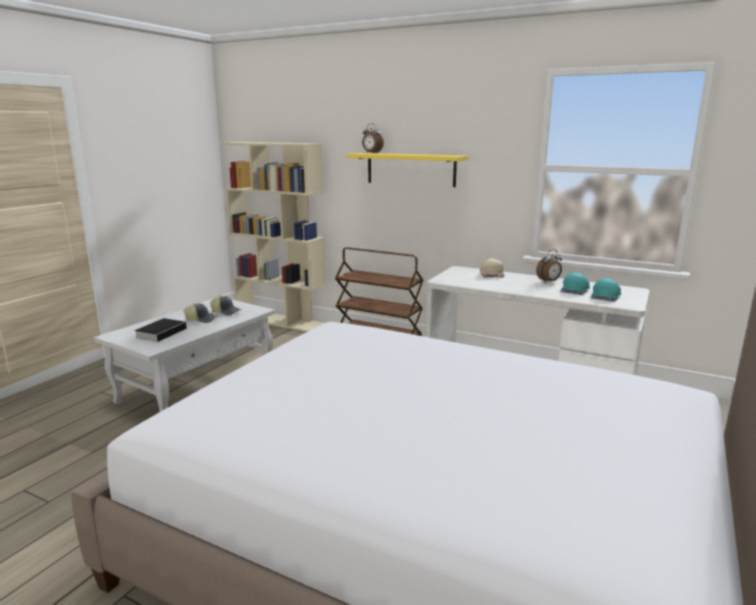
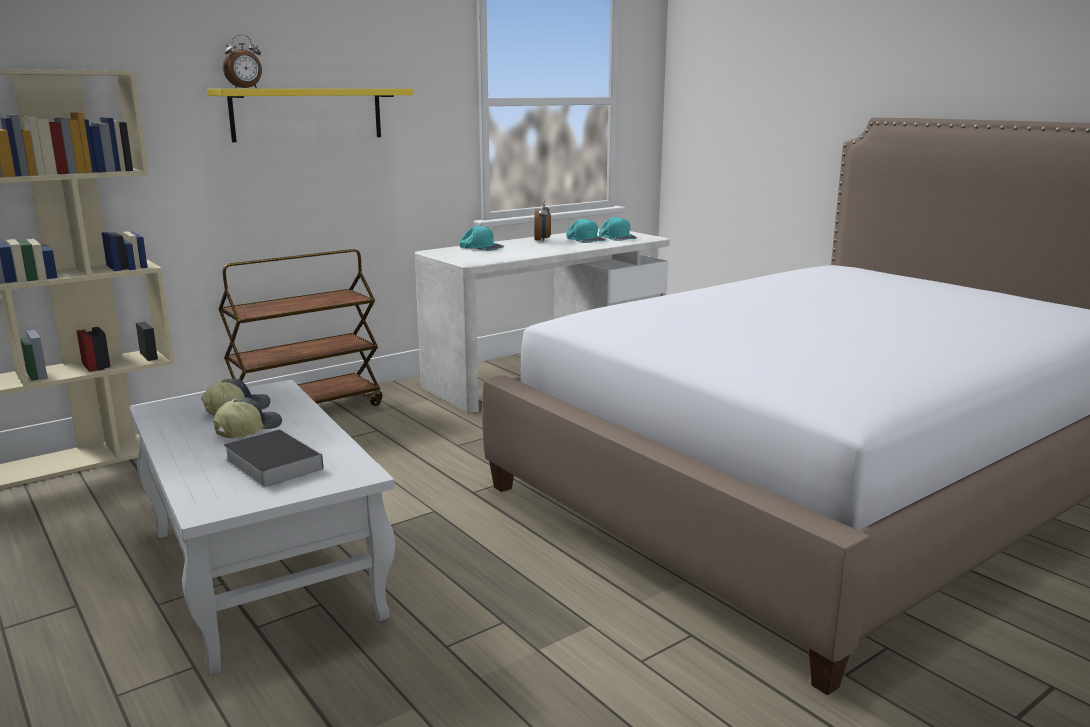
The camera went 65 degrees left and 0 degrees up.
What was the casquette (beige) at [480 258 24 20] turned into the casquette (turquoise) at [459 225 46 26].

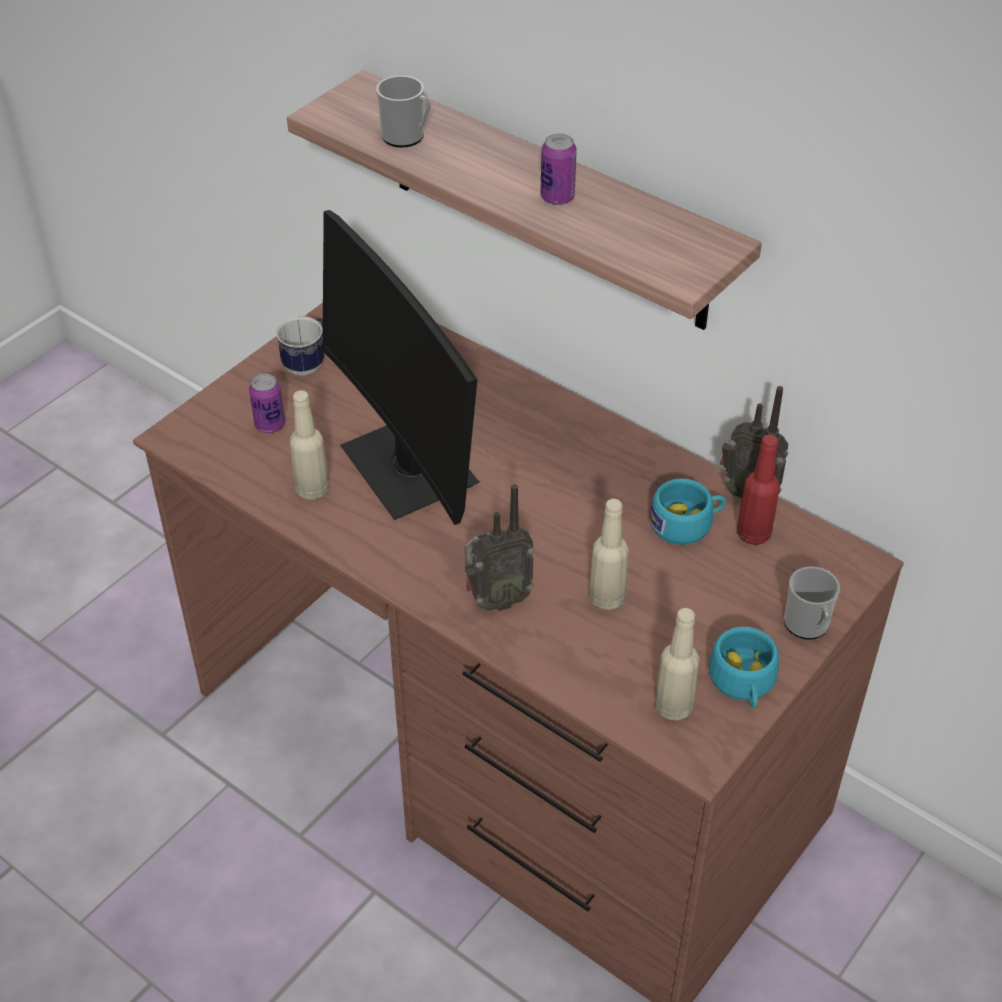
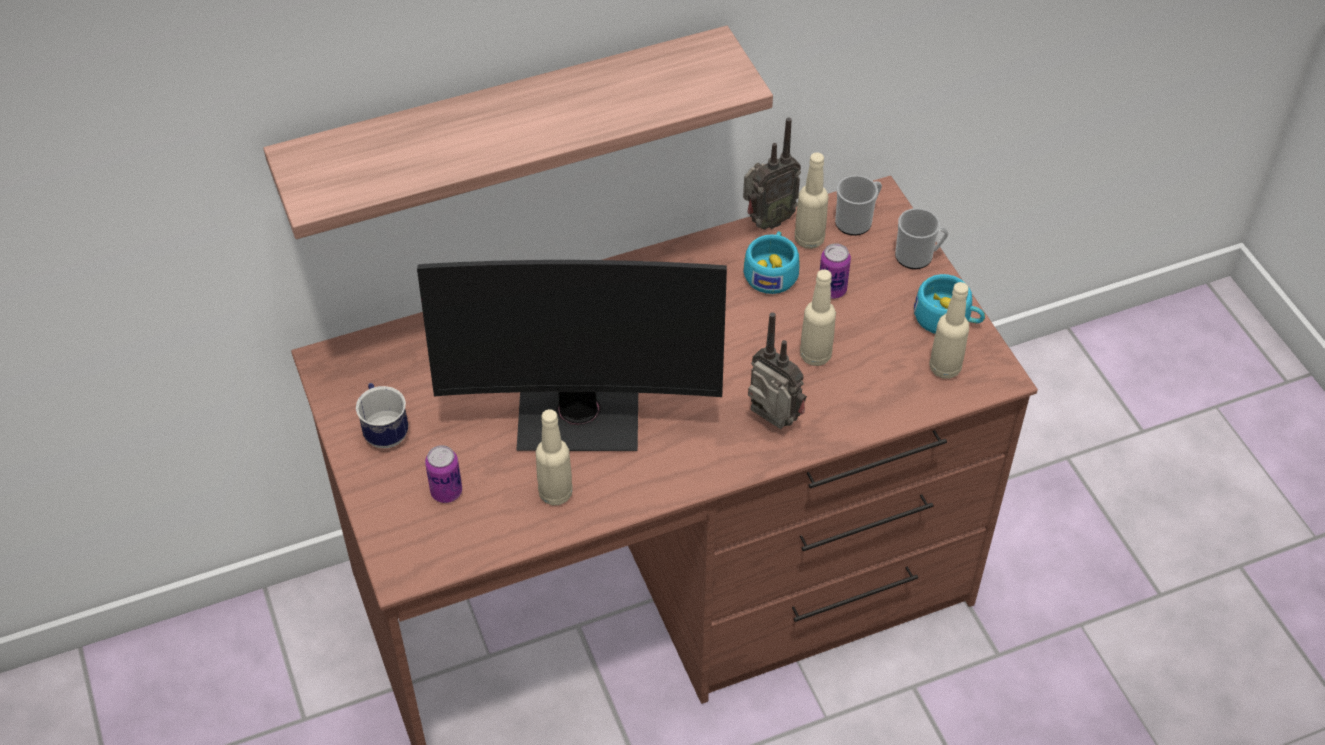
The camera went 60 degrees left and 5 degrees up.
The mug ended up elsewhere, having gone from [376 75 55 73] to [835 175 47 61].
The radio at [465 484 69 127] ended up facing another way, 60 degrees counterclockwise from before.
The boîte métallique ended up elsewhere, having gone from [540 134 37 71] to [820 243 31 56].
What was the bouteille (rouge) at [737 434 43 111] turned into the bouteille (beige) at [795 152 34 97].

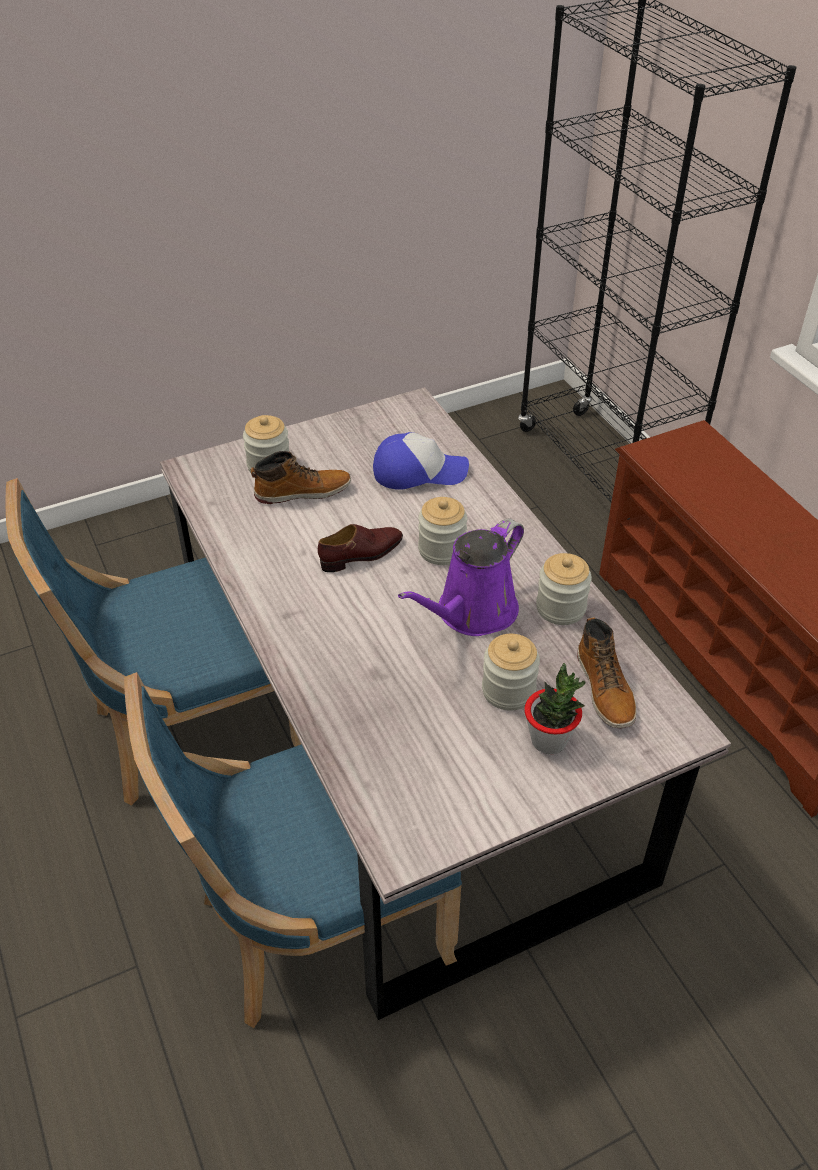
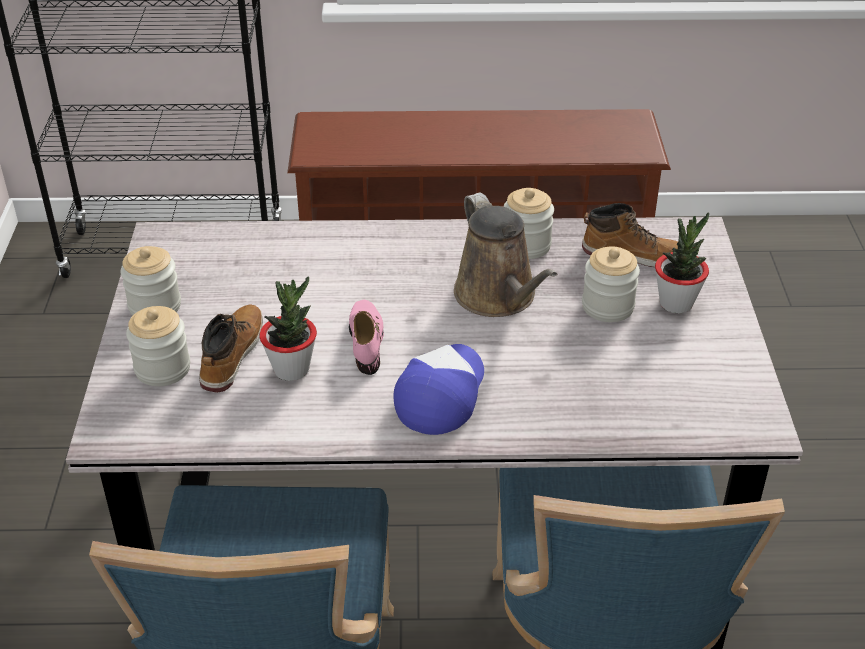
The camera went 65 degrees left and 5 degrees down.
What was the chaussure (marron) at [318 524 85 48] turned into the chaussure (rose) at [349 300 35 75].
The casquette ended up elsewhere, having gone from [373 432 96 58] to [393 344 91 91].
What was the arrosoir (violet) at [398 518 126 118] turned into the arrosoir (marron) at [454 192 103 125].
The bocal ended up elsewhere, having gone from [418 497 49 68] to [120 246 61 70].
The second view gained the plante en pot at [260 277 57 104].

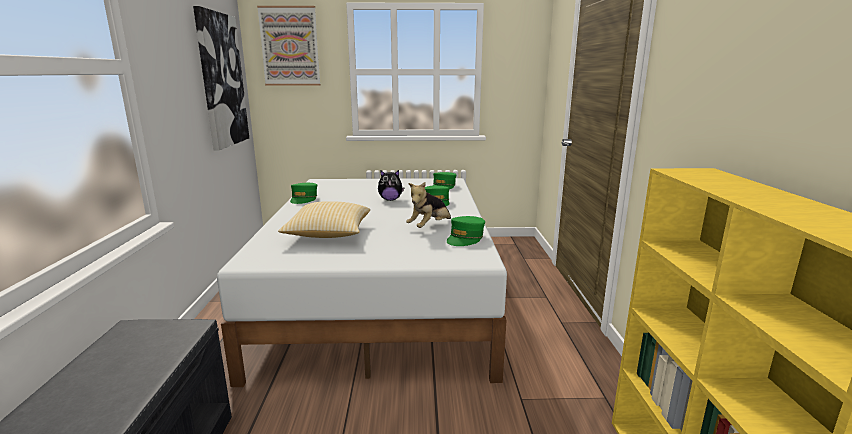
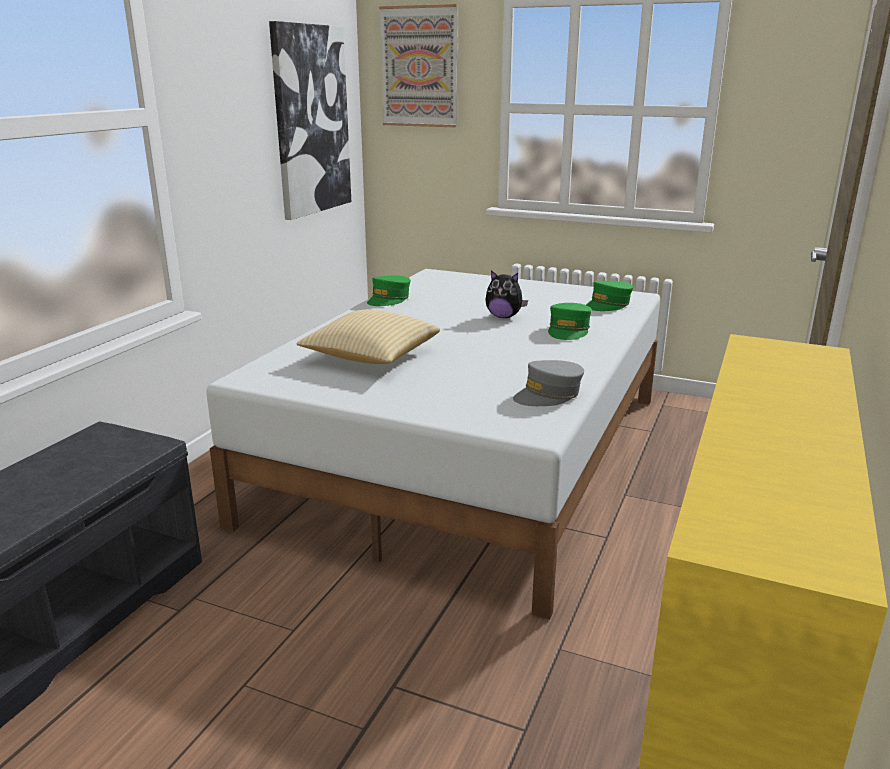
The camera went 25 degrees right and 5 degrees up.
The second view lost the peluche at [406 182 45 46].
What was the casquette (vert) at [447 216 38 30] turned into the casquette (gris) at [513 360 71 46].

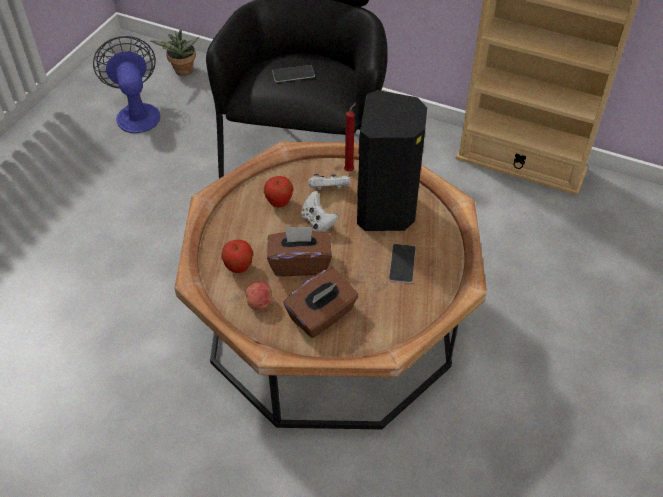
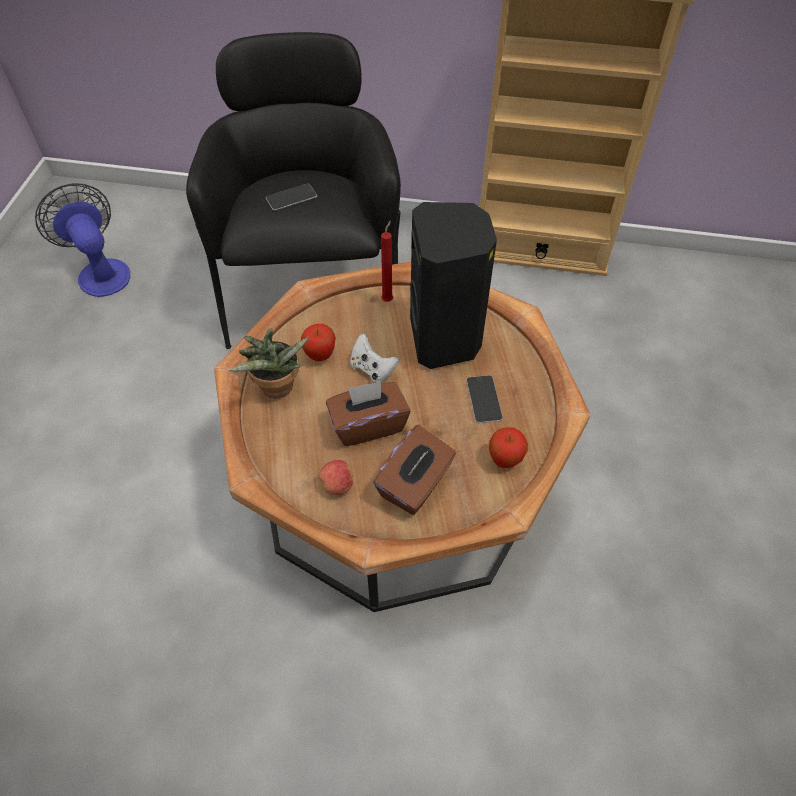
The camera went 15 degrees left and 5 degrees up.
The plante en pot ended up elsewhere, having gone from [151 29 48 47] to [228 328 81 71].
The pomme ended up elsewhere, having gone from [221 240 32 33] to [489 427 39 41].
The second view lost the manette (blanc) at [308 174 43 16].

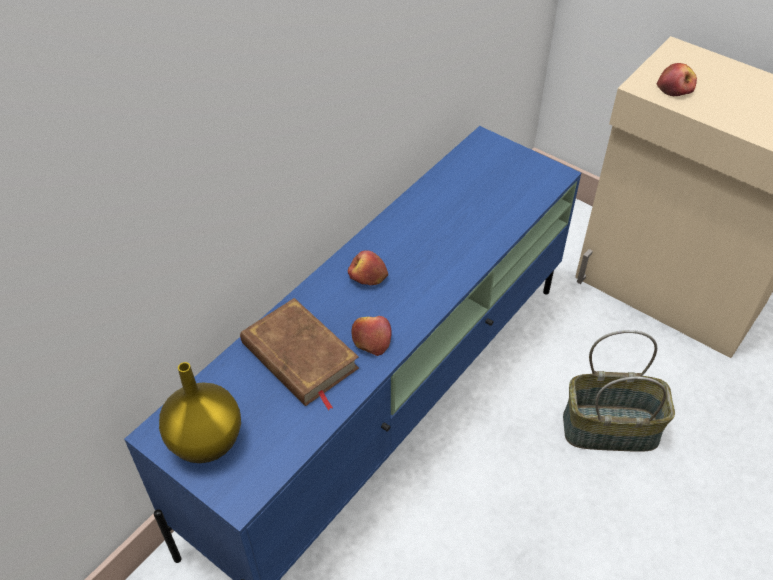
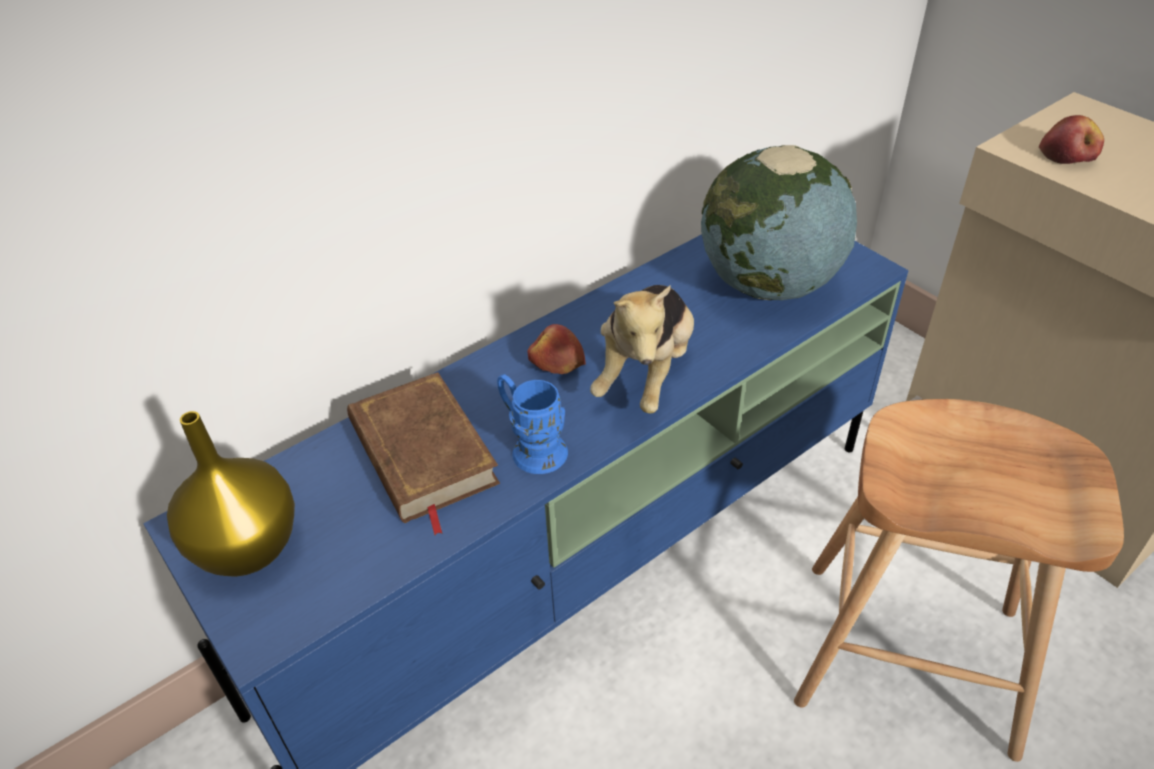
The camera went 15 degrees right and 5 degrees down.
Where the pomme stood at [351 316 41 40], the mug (bleu) came to stand at [497 374 71 100].
Where the panier stood at [563 330 112 122], the tabouret (marron) came to stand at [794 399 330 363].
The second view gained the peluche at [590 285 104 128].
The second view gained the globe at [701 145 156 156].

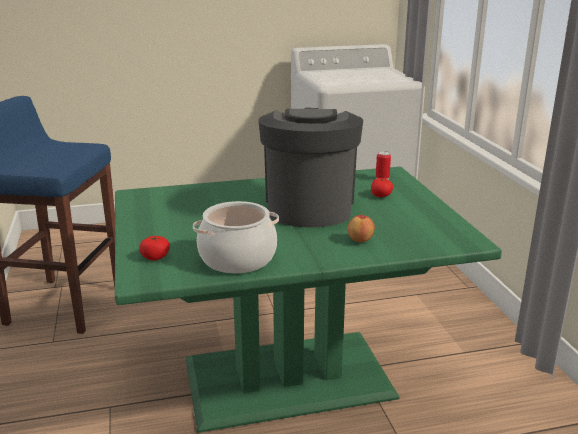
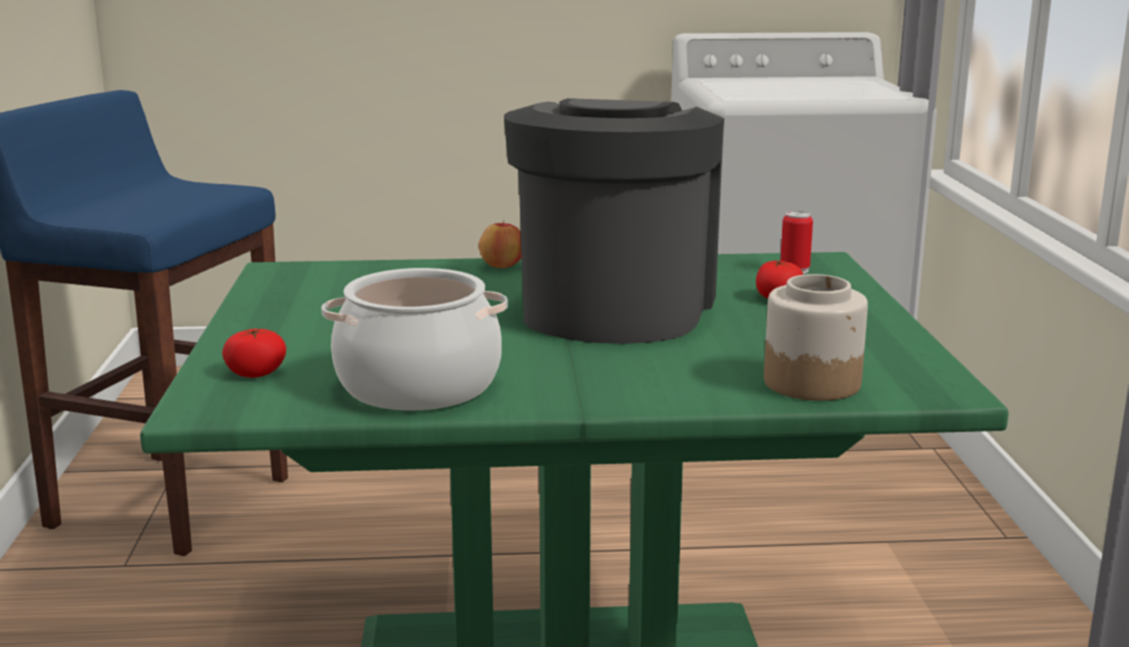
The camera went 10 degrees right and 5 degrees down.
The pomme ended up elsewhere, having gone from [348 214 27 28] to [479 221 43 47].
The second view gained the bocal at [764 274 104 127].

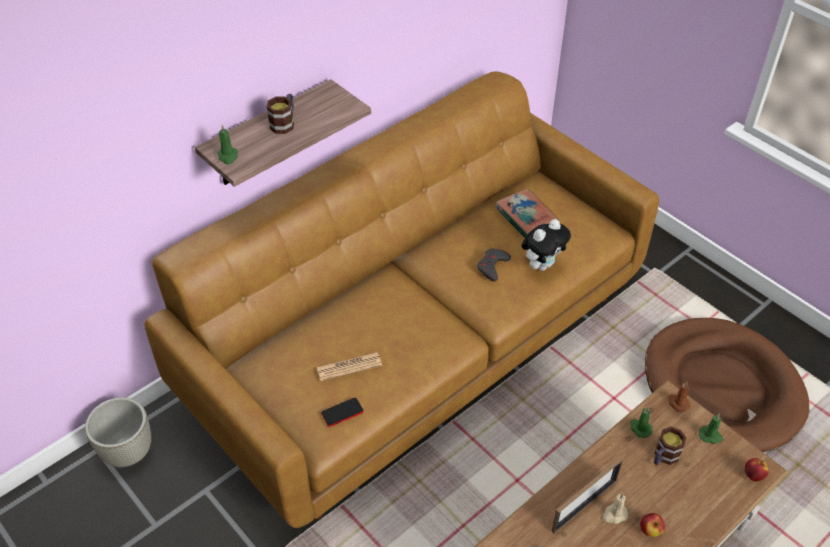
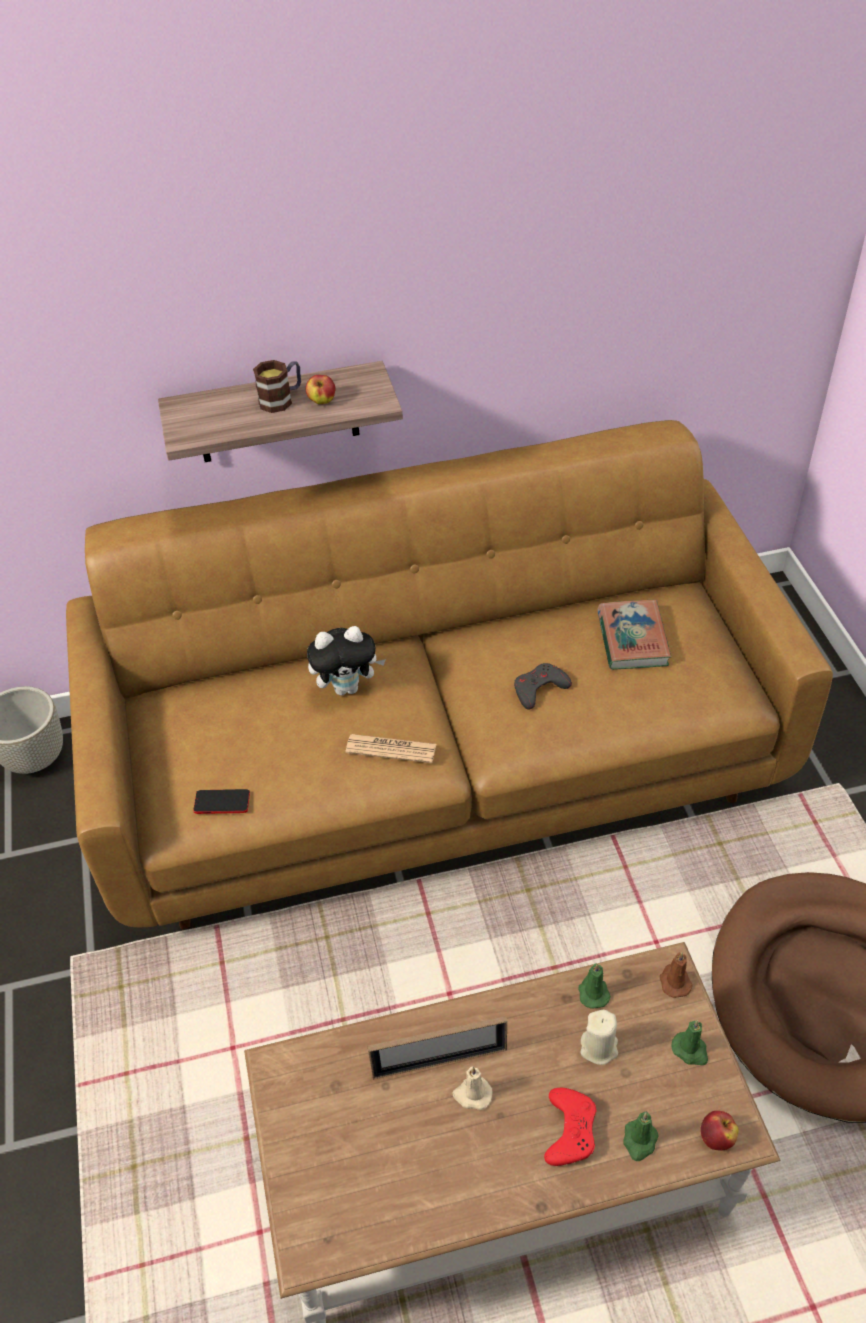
The camera went 30 degrees right and 0 degrees up.
The bougie (vert) ended up elsewhere, having gone from [217 125 21 40] to [623 1112 36 49].
The journal ended up elsewhere, having gone from [317 352 65 29] to [345 734 91 29].
The peluche ended up elsewhere, having gone from [521 219 50 52] to [307 626 79 70].
The pomme ended up elsewhere, having gone from [640 513 25 24] to [306 375 30 29].
Where the mug stood at [654 427 32 38], the bougie (beige) came to stand at [580 1010 38 55].
The second view gained the manette (rouge) at [544 1088 52 78].

